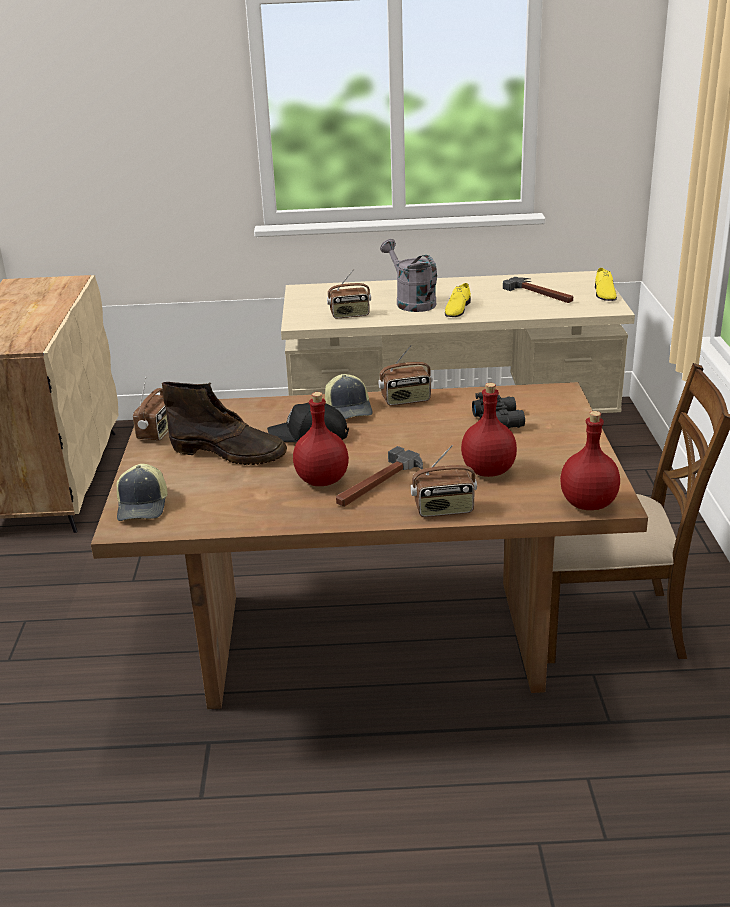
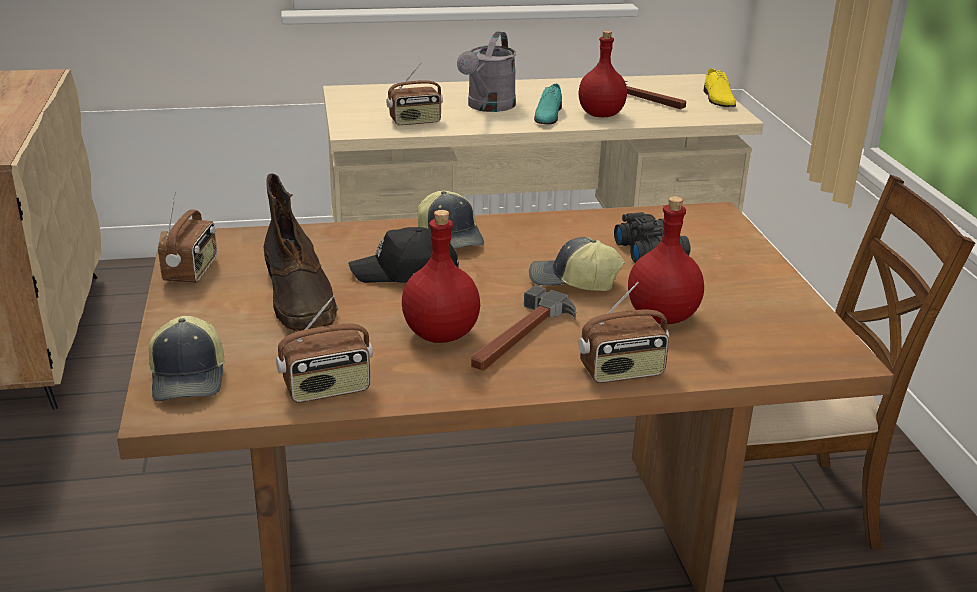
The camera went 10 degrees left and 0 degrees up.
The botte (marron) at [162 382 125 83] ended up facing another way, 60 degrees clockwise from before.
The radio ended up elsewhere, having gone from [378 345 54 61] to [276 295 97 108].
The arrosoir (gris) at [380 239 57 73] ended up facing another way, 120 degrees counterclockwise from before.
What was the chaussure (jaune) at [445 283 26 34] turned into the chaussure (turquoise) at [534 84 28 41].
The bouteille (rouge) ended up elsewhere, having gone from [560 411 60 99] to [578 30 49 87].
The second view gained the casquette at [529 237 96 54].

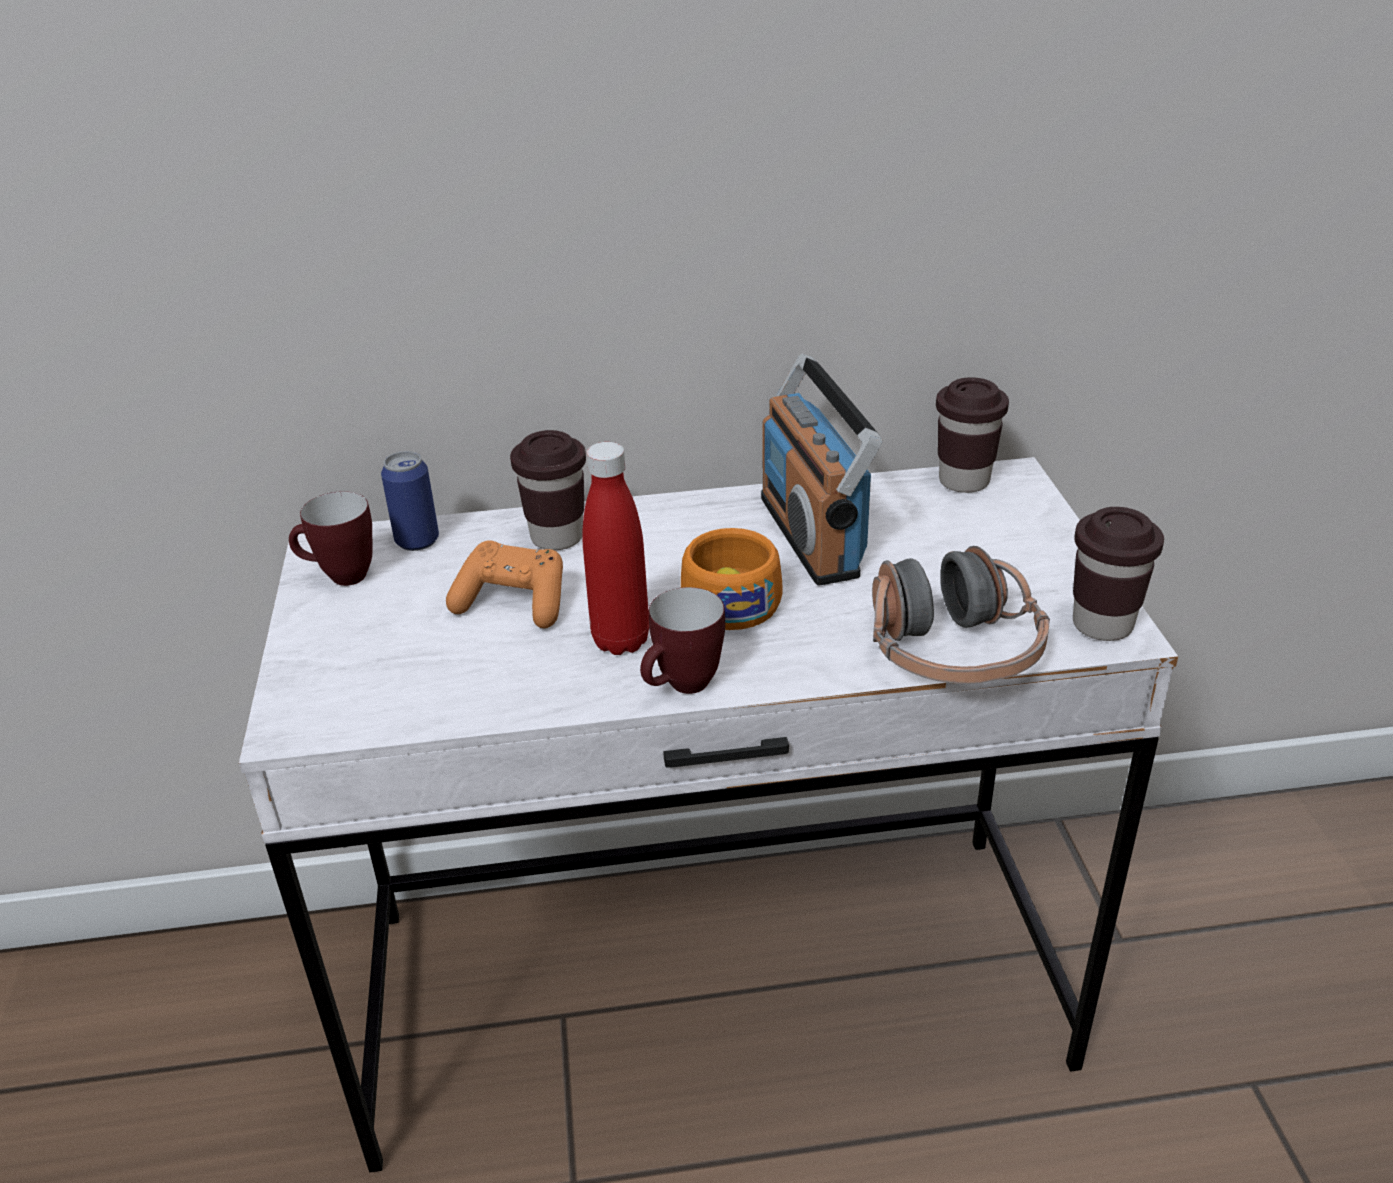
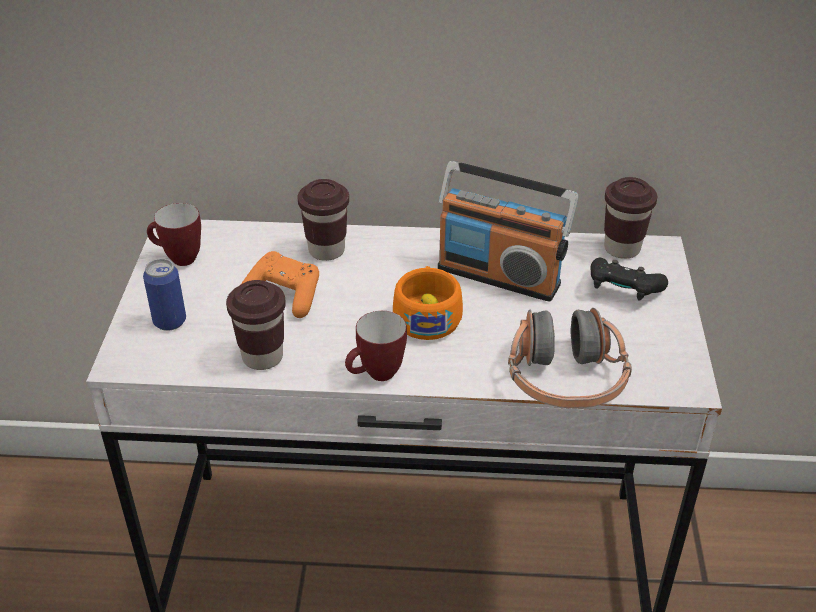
The camera went 10 degrees right and 5 degrees up.
The boîte métallique ended up elsewhere, having gone from [381 451 58 100] to [143 258 43 73].
The second view lost the bouteille (rouge) at [582 442 67 213].
The radio at [761 353 121 232] ended up facing another way, 60 degrees counterclockwise from before.
The tasse (marron) ended up elsewhere, having gone from [1073 507 91 134] to [226 280 60 90].
The second view gained the manette (noir) at [591 258 77 43].

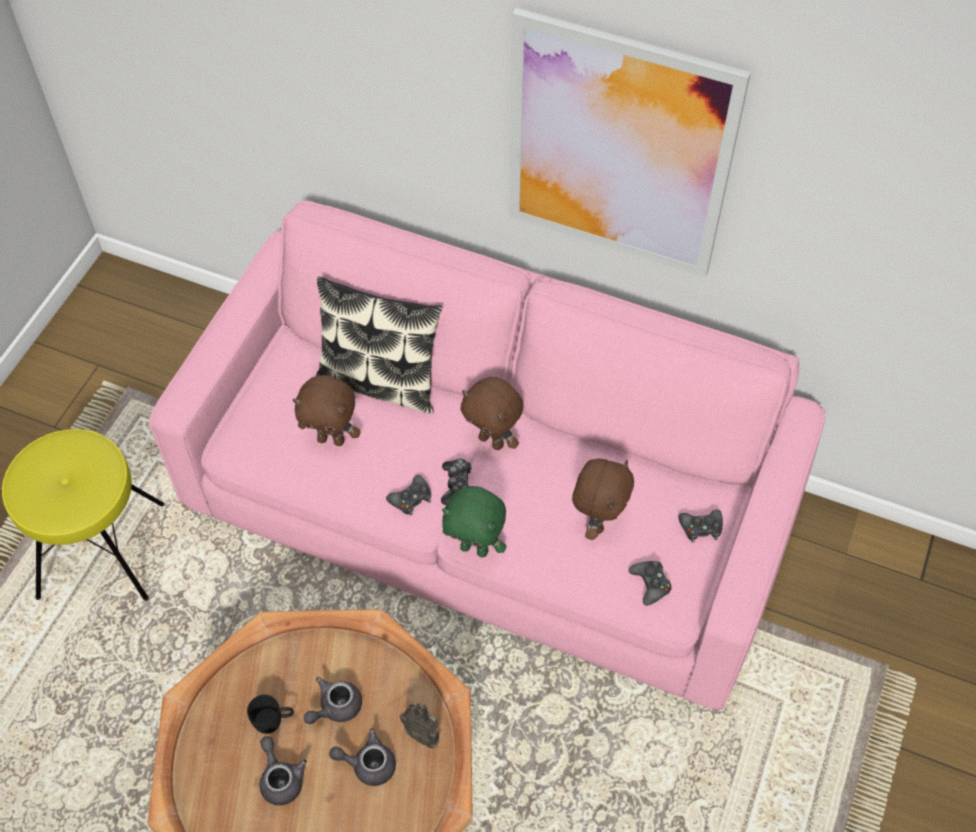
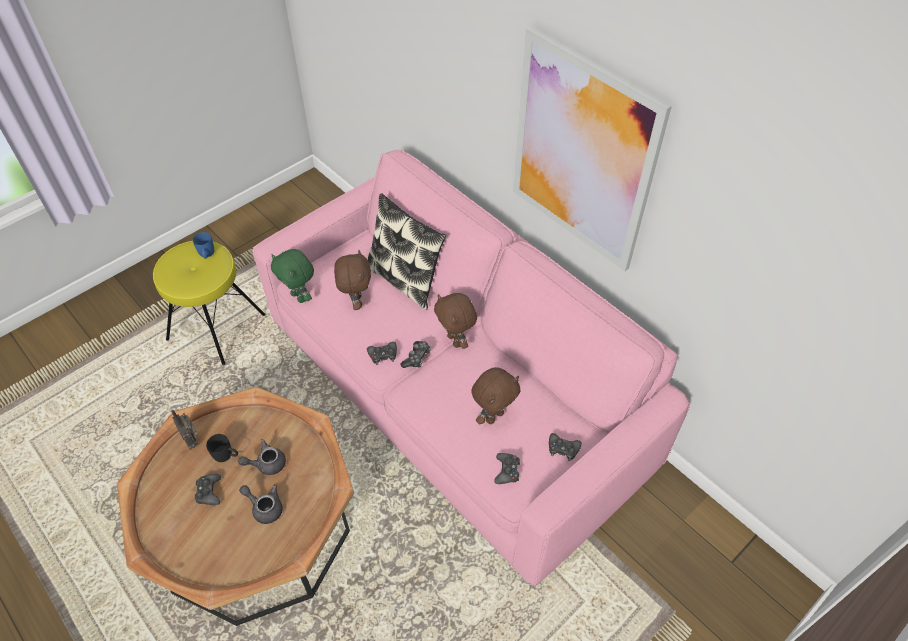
The camera went 25 degrees right and 5 degrees down.
Where the théière (gris) stood at [259 736 48 69], the manette (noir) came to stand at [195 474 26 31].
The peluche (marron) at [292 375 69 71] ended up facing another way, 135 degrees counterclockwise from before.
The radio ended up elsewhere, having gone from [400 702 40 47] to [171 410 27 39].
The peluche (vert) ended up elsewhere, having gone from [442 486 65 71] to [271 249 43 54].
The second view gained the mug (bleu) at [193 232 21 27].

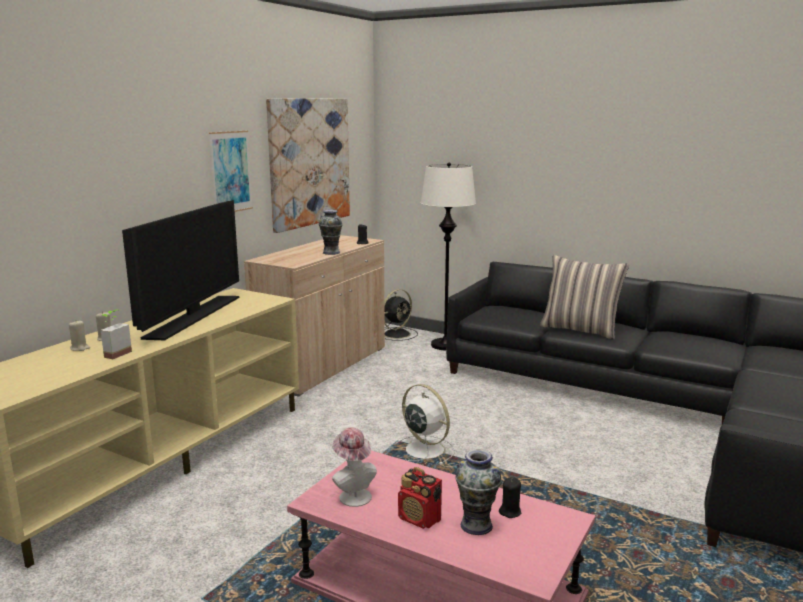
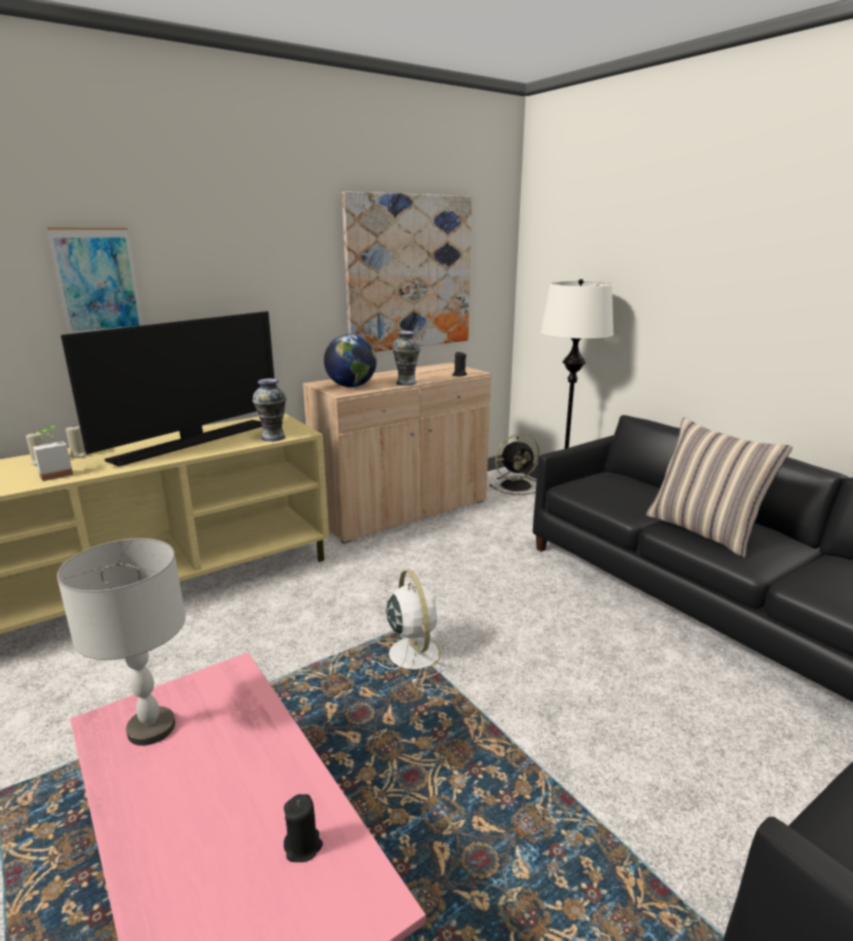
The camera went 25 degrees right and 5 degrees up.
The tableau ended up elsewhere, having gone from [209 131 44 81] to [47 228 96 106].
Where the chapeau stood at [332 427 45 80], the lampe de table (gris) came to stand at [57 538 129 208].
The second view lost the radio at [398 467 44 62].
The vase ended up elsewhere, having gone from [455 449 47 86] to [252 379 34 63].
The second view gained the globe at [324 334 53 53].

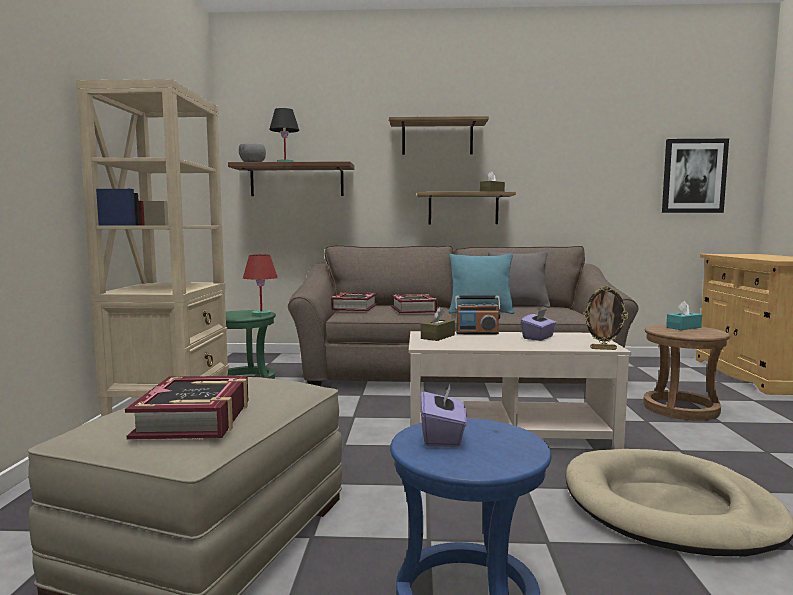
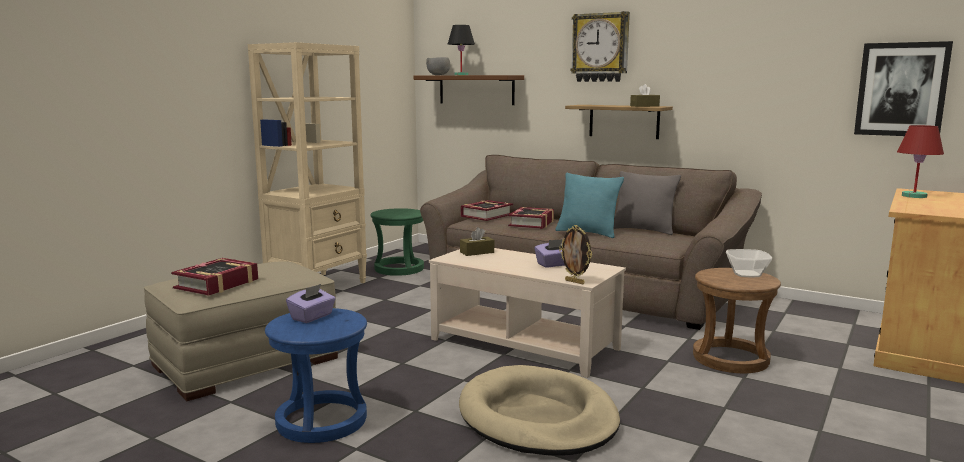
The camera went 30 degrees right and 5 degrees up.
The lampe de table (rouge) ended up elsewhere, having gone from [243 255 35 61] to [897 125 47 73].
Where the étagère hung at [389 116 100 39], the horloge murale came to hang at [570 11 60 71].
The second view lost the radio at [455 296 46 38].
Where the boîte à mouchoirs (turquoise) stood at [666 301 36 29], the bol came to stand at [726 249 46 28].

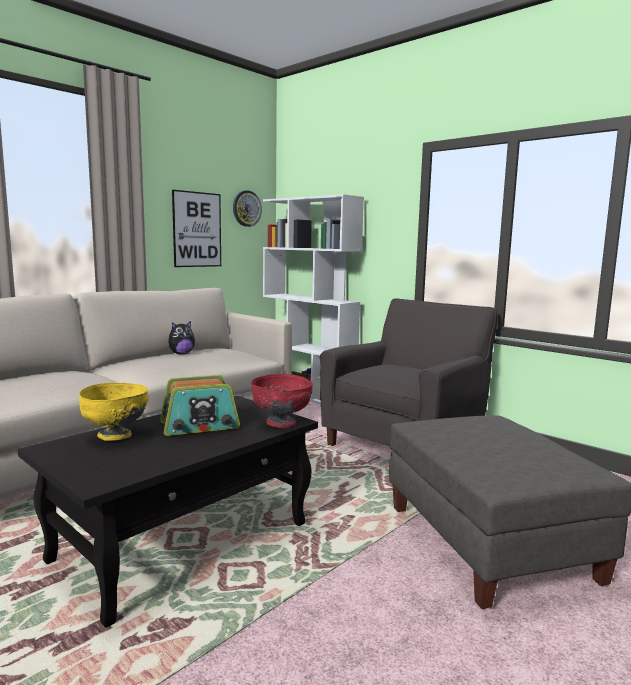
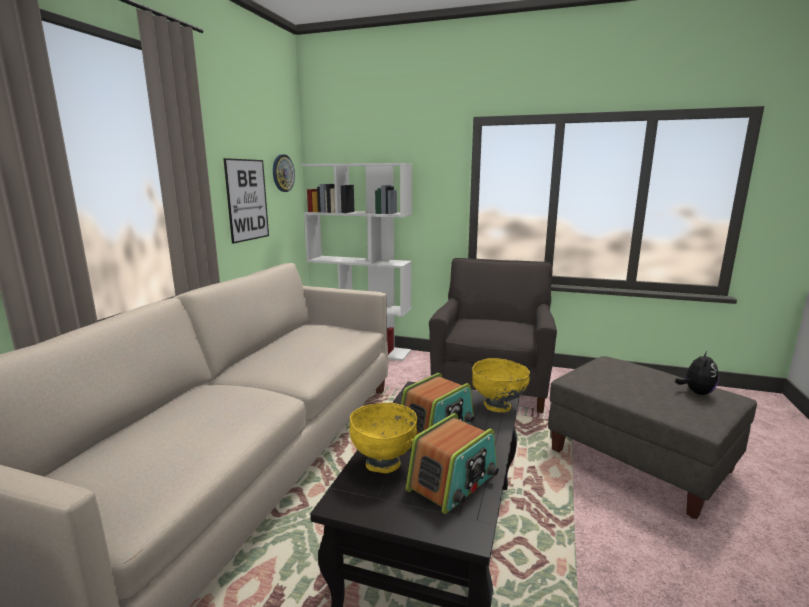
The camera went 25 degrees left and 5 degrees up.
The peluche ended up elsewhere, having gone from [168 321 27 33] to [675 351 44 44].
What was the bol (rouge) at [251 374 62 54] turned into the bol (jaune) at [472 358 58 54].
The second view gained the radio at [406 413 93 101].

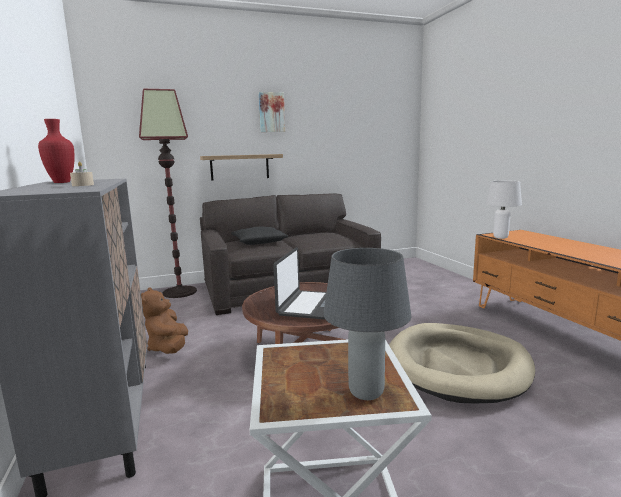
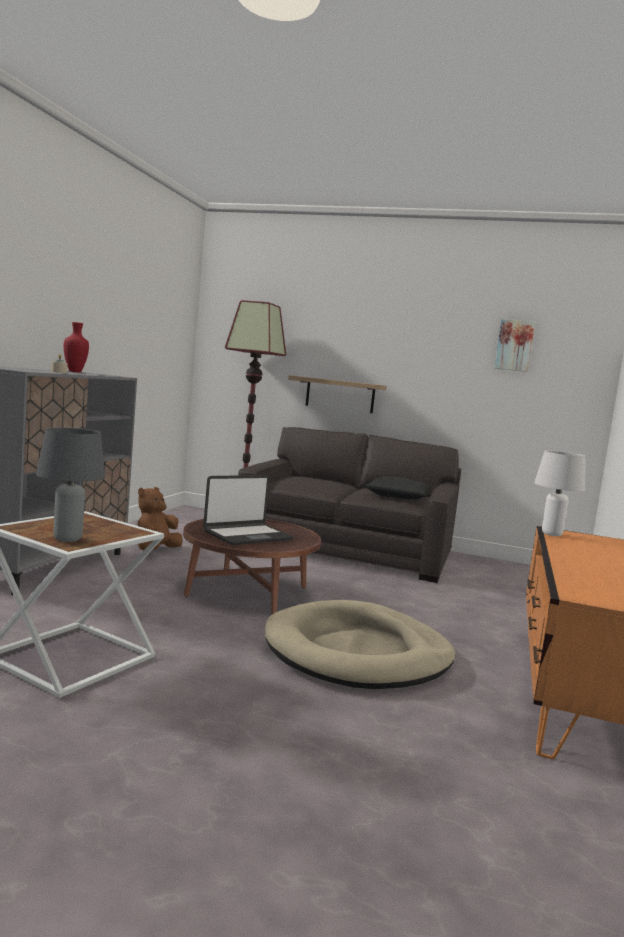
The camera went 35 degrees right and 5 degrees down.
The coussin (noir) ended up elsewhere, having gone from [231 227 57 18] to [365 476 67 23].
The tableau ended up elsewhere, having gone from [259 92 26 40] to [494 319 41 53].

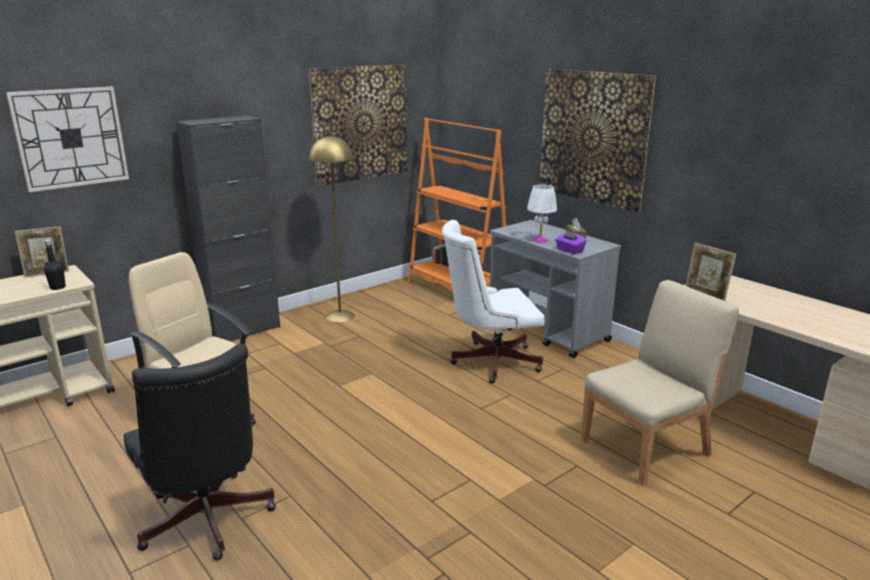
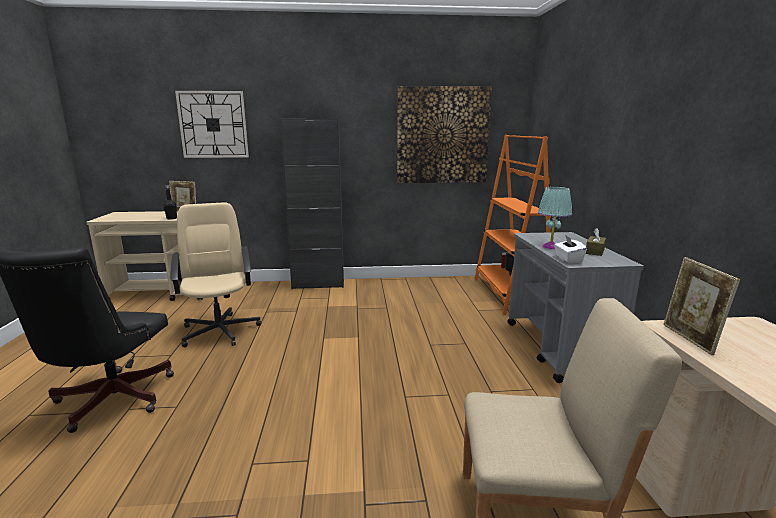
The camera went 35 degrees right and 5 degrees down.
The second view lost the lampadaire (jaune) at [309 135 46 187].
The second view lost the chaise de bureau (blanc) at [442 220 102 163].
What was the lampe de table (blanc) at [527 185 30 58] turned into the lampe de table (turquoise) at [538 187 34 62].
The second view lost the tableau at [540 69 116 143].
What was the boîte à mouchoirs (violet) at [555 230 32 24] turned into the boîte à mouchoirs (blanc) at [554 236 33 27].

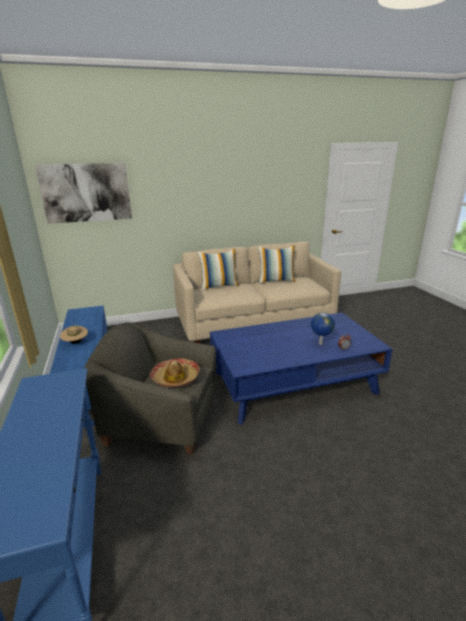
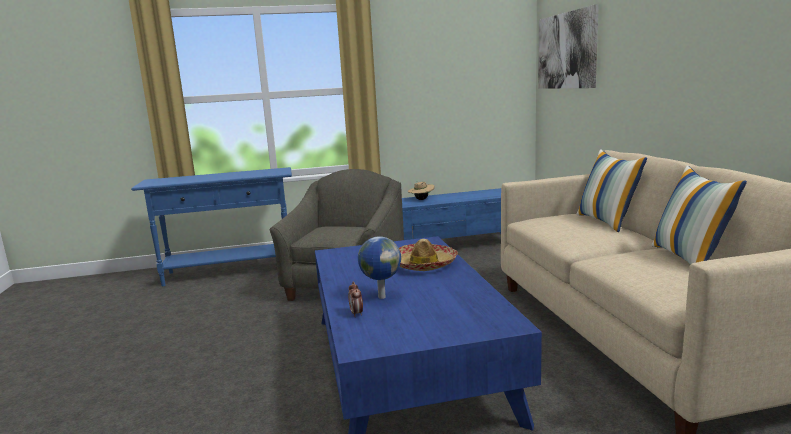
The camera went 95 degrees right and 10 degrees down.
The chapeau ended up elsewhere, having gone from [150 358 50 29] to [399 239 59 32].

